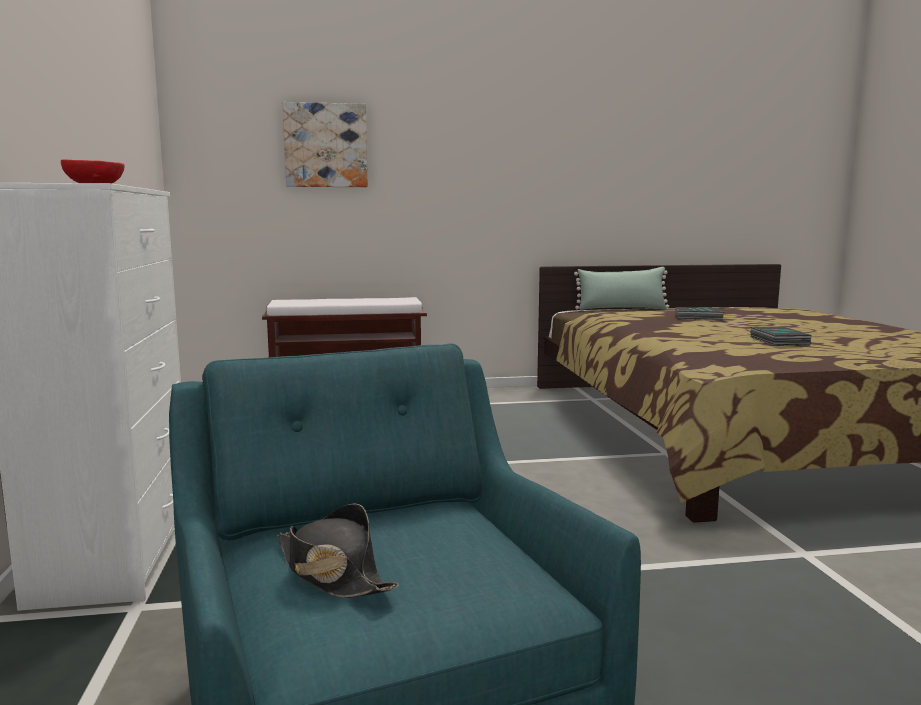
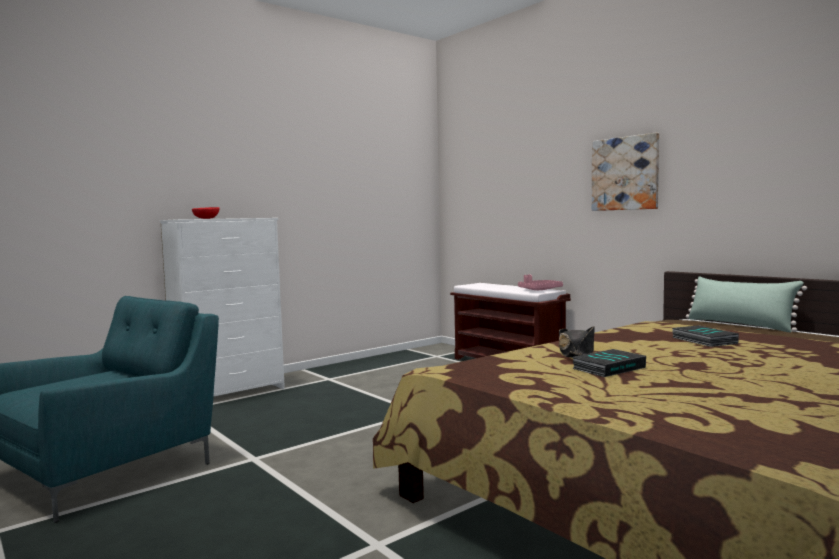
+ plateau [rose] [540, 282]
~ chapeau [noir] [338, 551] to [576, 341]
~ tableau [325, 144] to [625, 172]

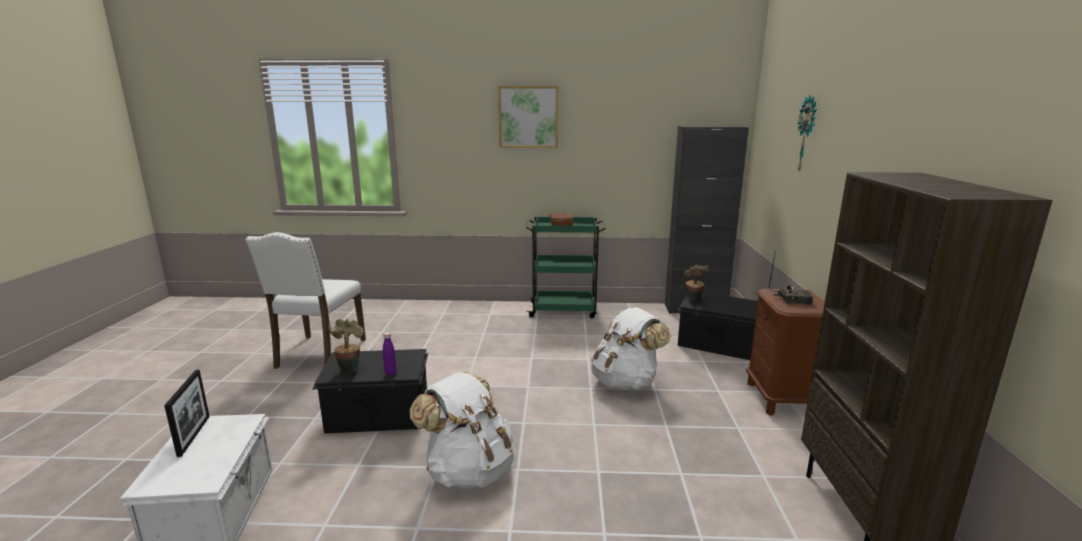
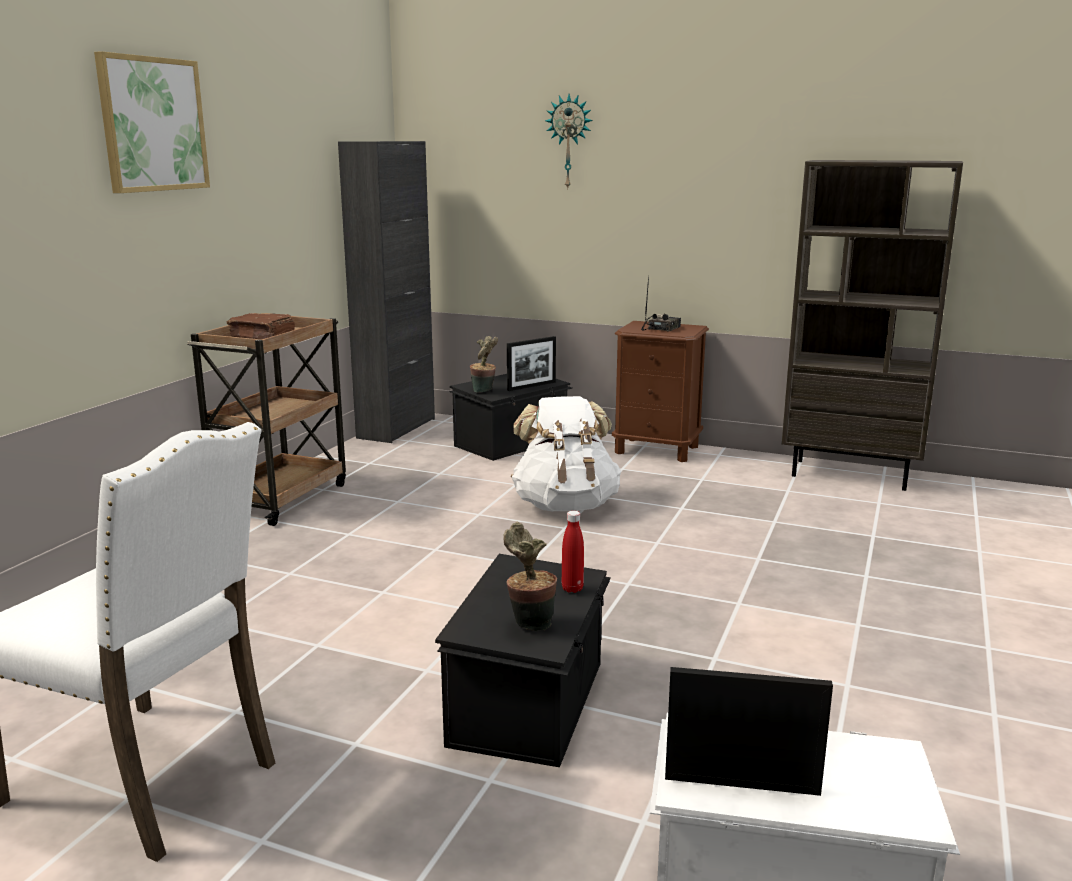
- sac à dos [blanc] [462, 430]
+ cadre photo [531, 363]
~ bouteille [violet] [389, 353] to bouteille [rouge] [573, 552]
~ chariot [vert] [565, 267] to chariot [marron] [266, 419]

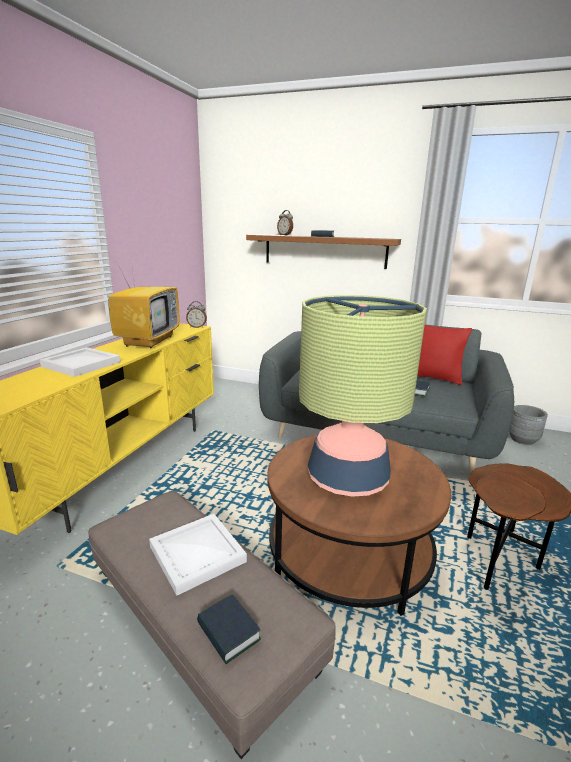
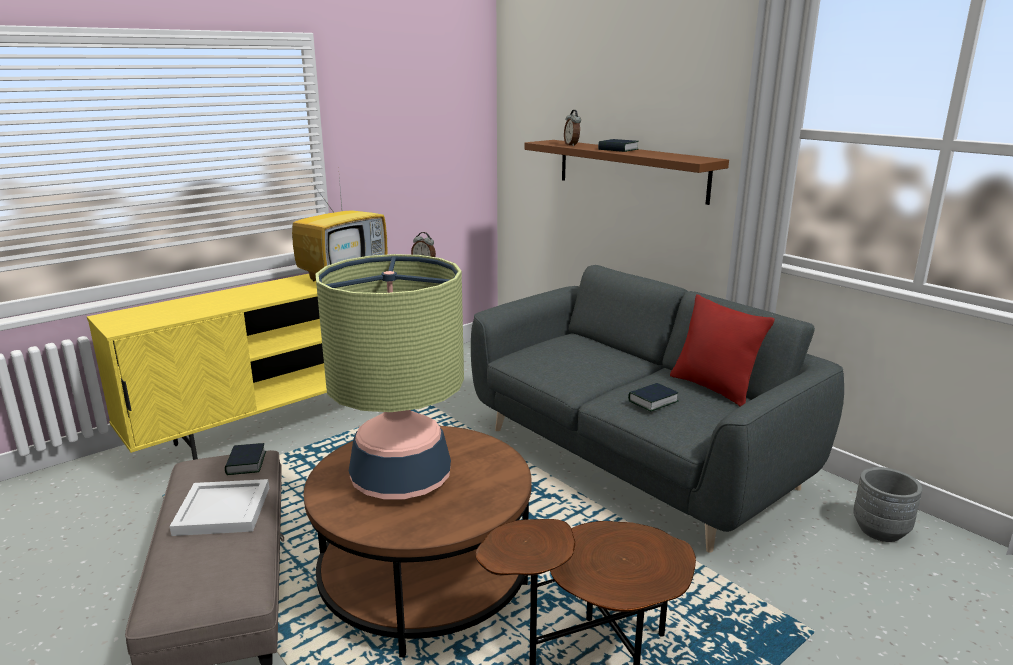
- plateau [blanc] [80, 362]
~ livre [229, 629] to [245, 459]

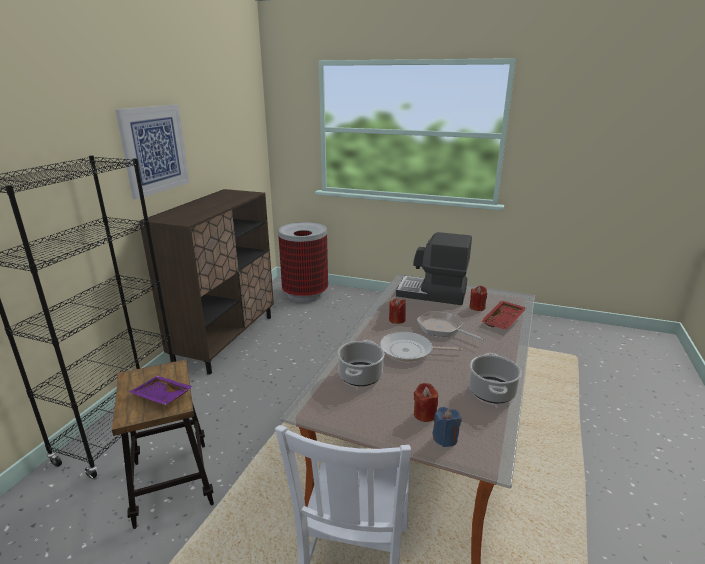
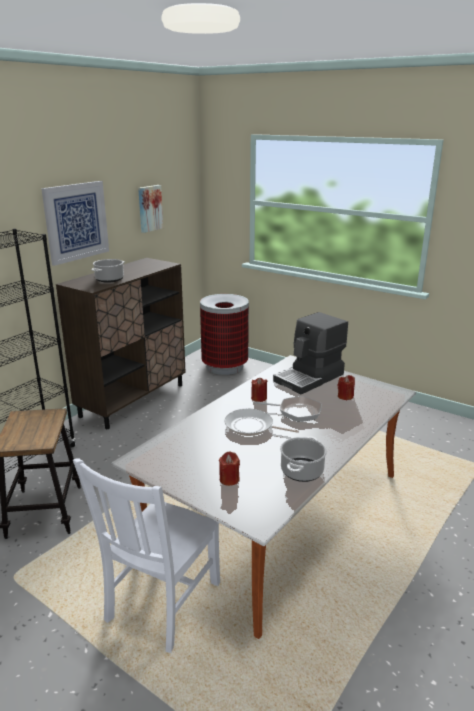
- plateau [violet] [161, 390]
- bougie [bleu] [447, 427]
- plateau [rouge] [503, 315]
+ tableau [150, 209]
~ marmite [361, 363] to [108, 271]
~ machine à café [434, 268] = [310, 353] 75 degrees counterclockwise
~ poêle [450, 326] = [288, 409] 135 degrees clockwise

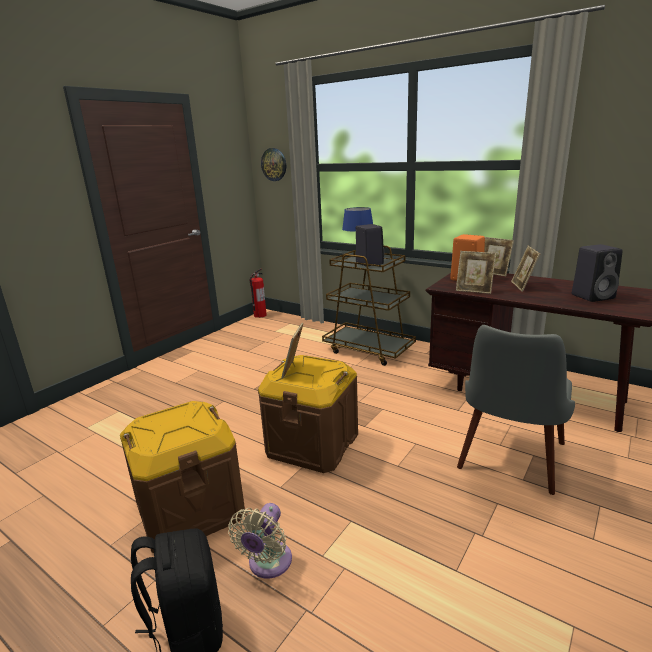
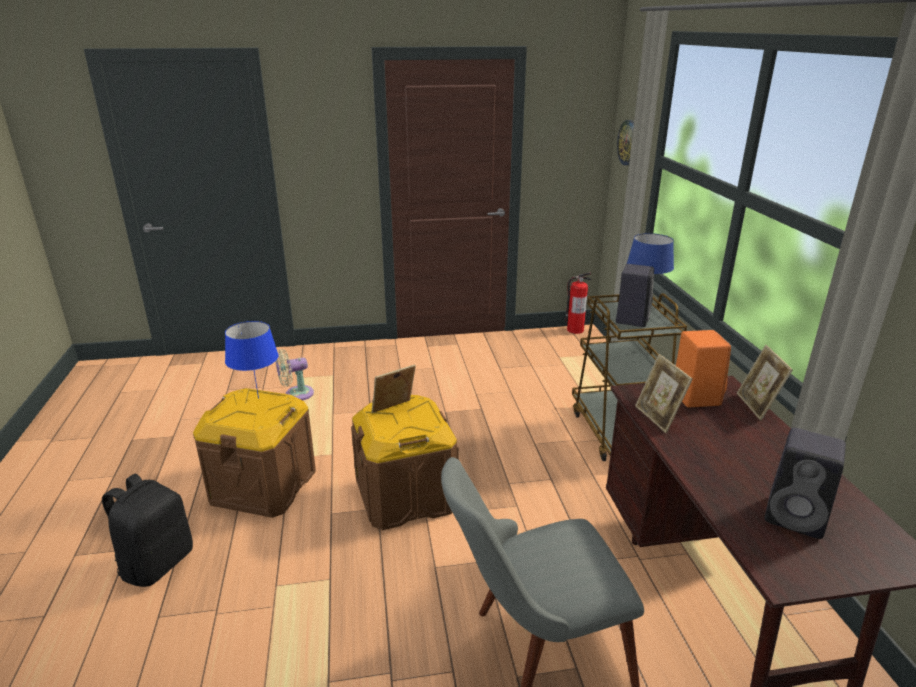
- cadre photo [525, 269]
+ lampe de table [bleu] [252, 360]
~ ventilateur [beige] [260, 541] to [294, 375]

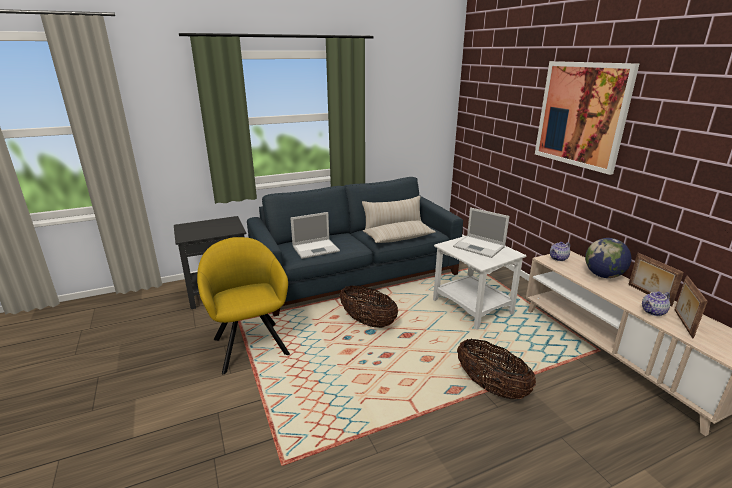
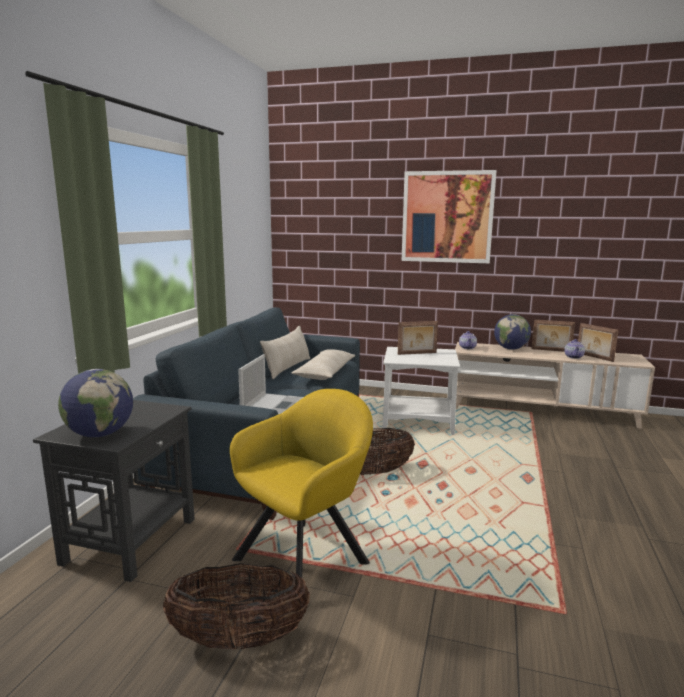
+ globe [95, 403]
~ panier [496, 369] to [236, 606]
~ ordinateur portable [481, 232] to cadre photo [418, 338]
~ fauteuil [jaune] [243, 305] = [301, 483] 120 degrees clockwise

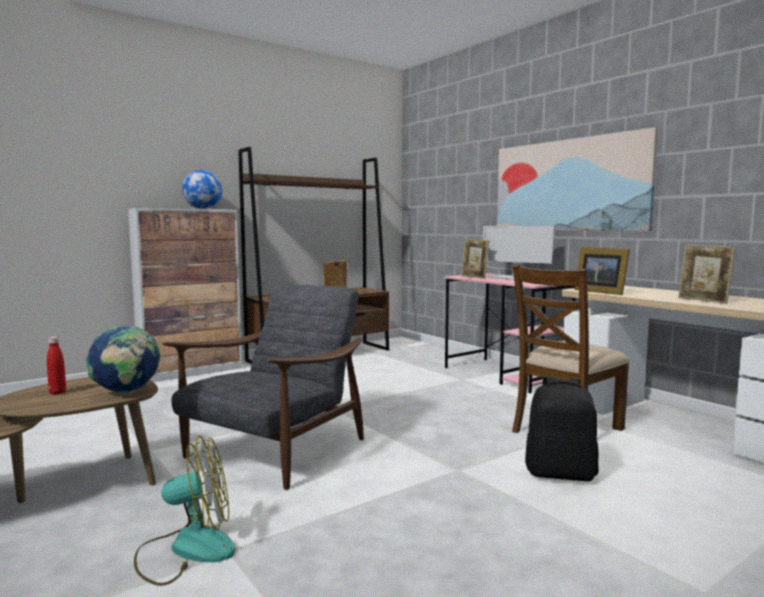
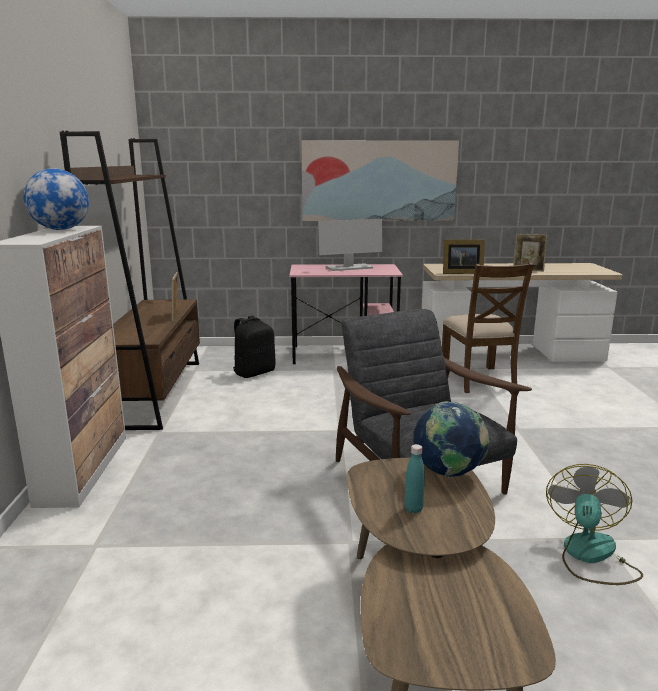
- cadre photo [475, 259]
~ sac à dos [noir] [562, 428] to [254, 347]
~ bouteille [rouge] [56, 366] to bouteille [turquoise] [414, 478]

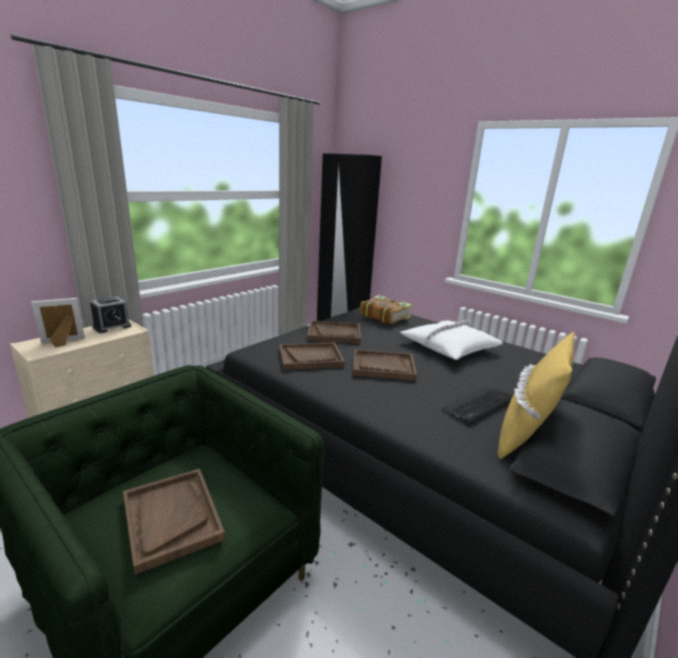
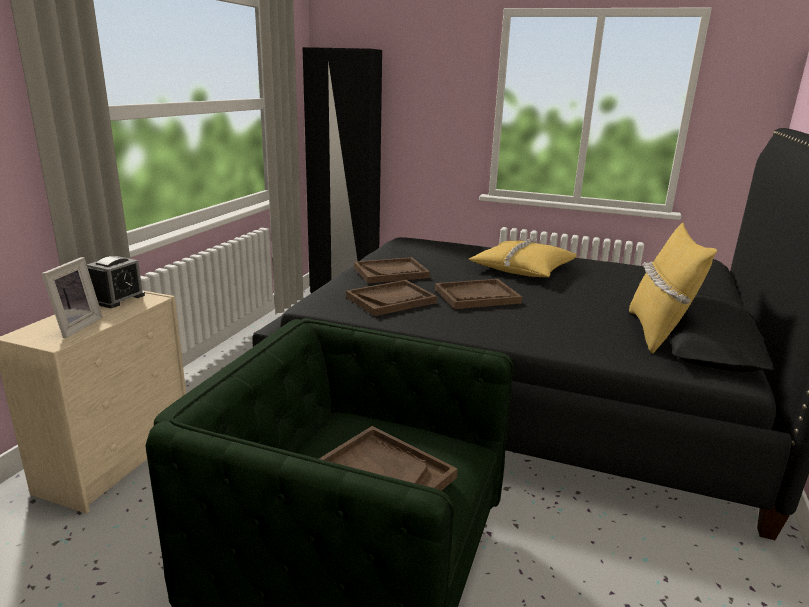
- livre [386, 309]
- clavier [477, 405]
~ coussin [blanc] [451, 340] to coussin [jaune] [523, 256]
~ cadre photo [58, 322] = [72, 297] 150 degrees clockwise

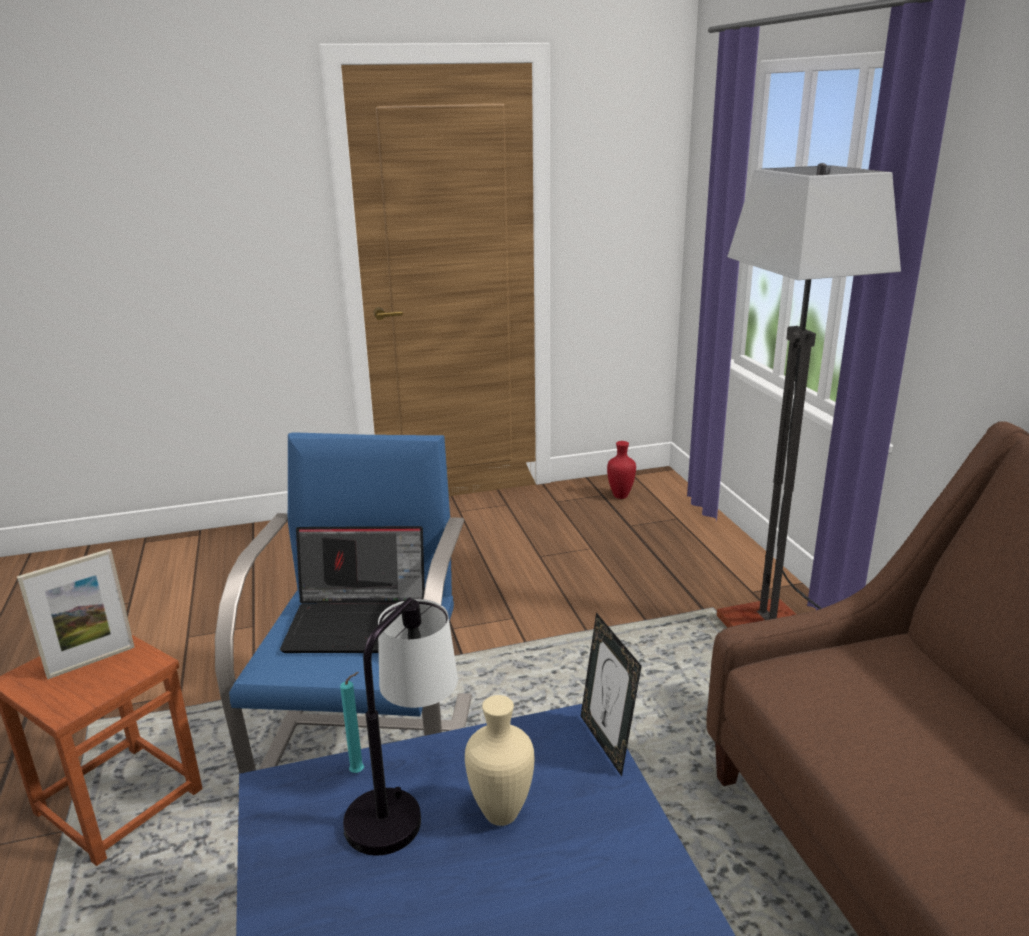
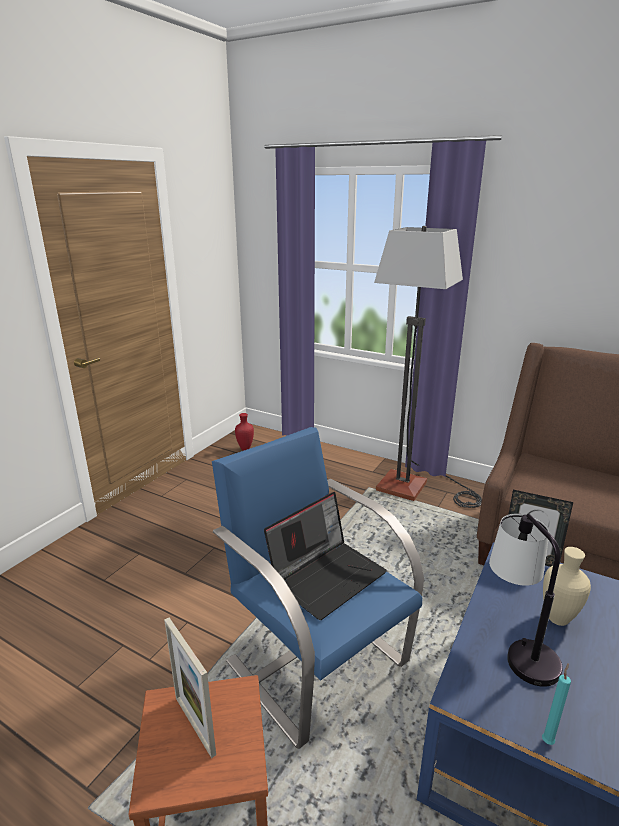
~ bougie [turquoise] [352, 722] to [556, 704]
~ cadre photo [76, 614] = [190, 688] 135 degrees clockwise

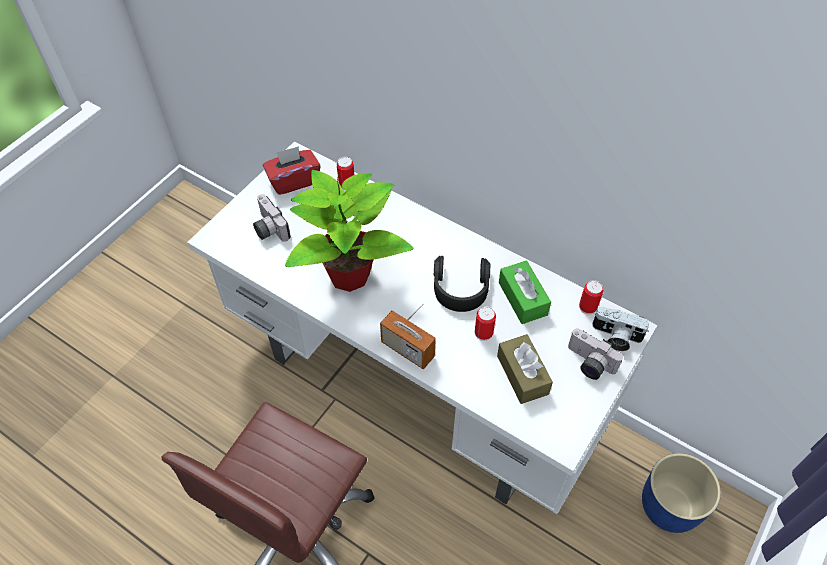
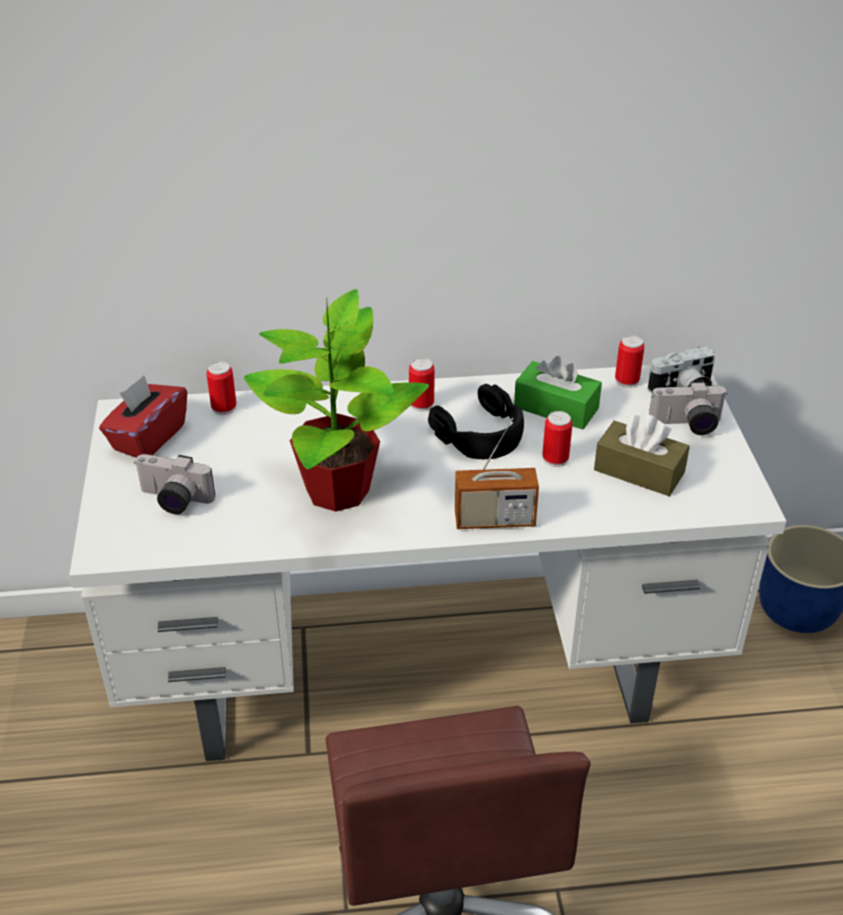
+ boîte métallique [422, 384]

